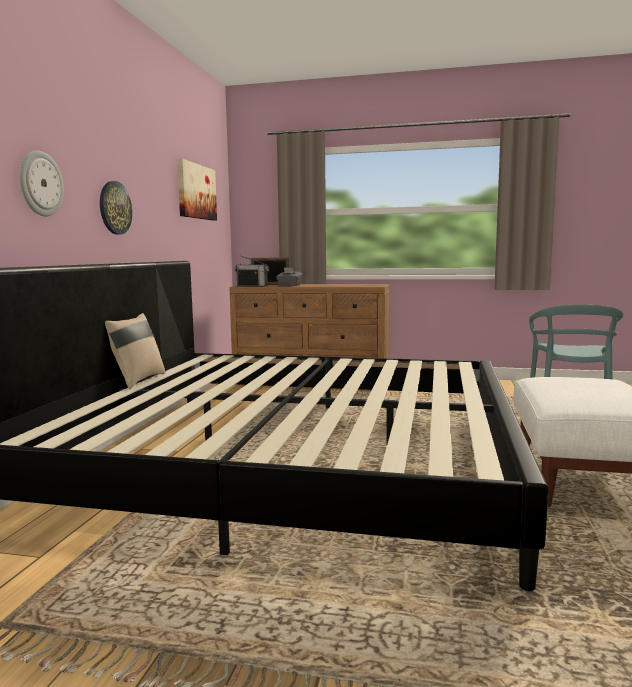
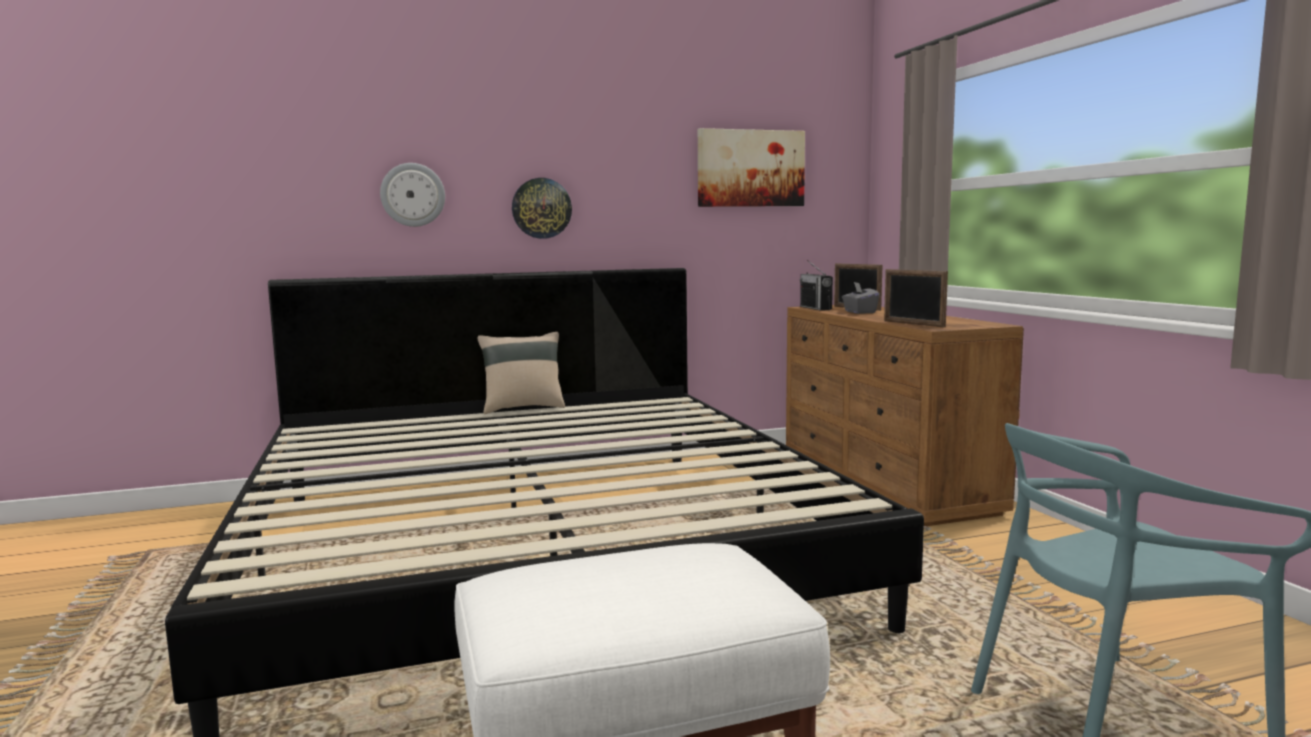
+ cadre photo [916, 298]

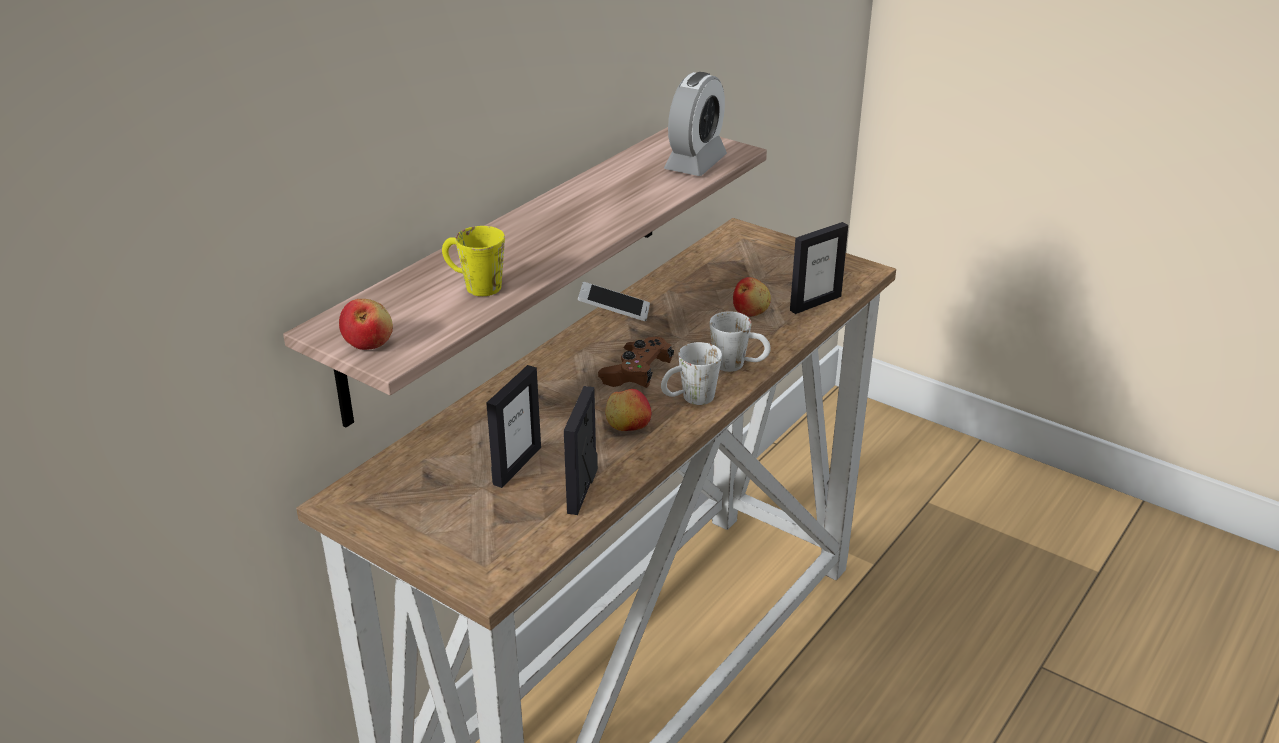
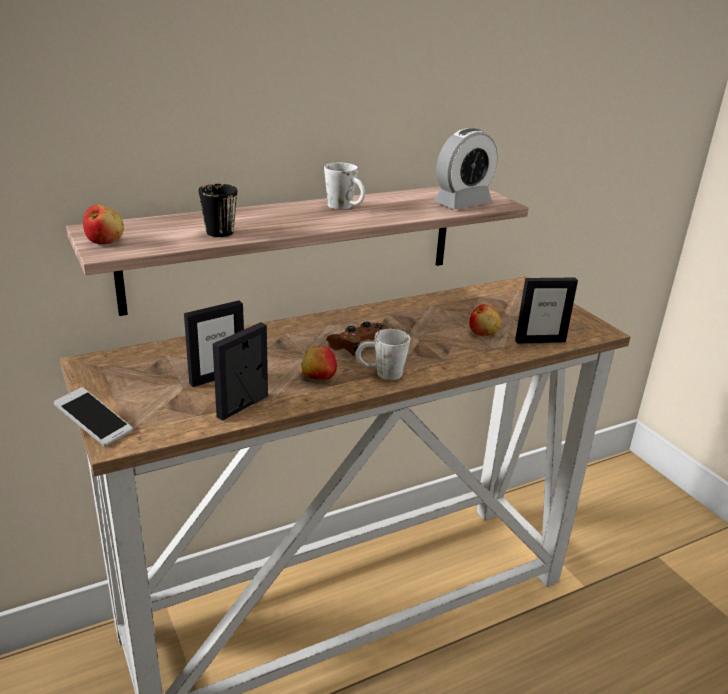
~ téléphone [614, 301] to [93, 417]
~ mug [blanc] [740, 341] to [344, 186]
~ mug [jaune] [473, 261] to mug [noir] [217, 210]

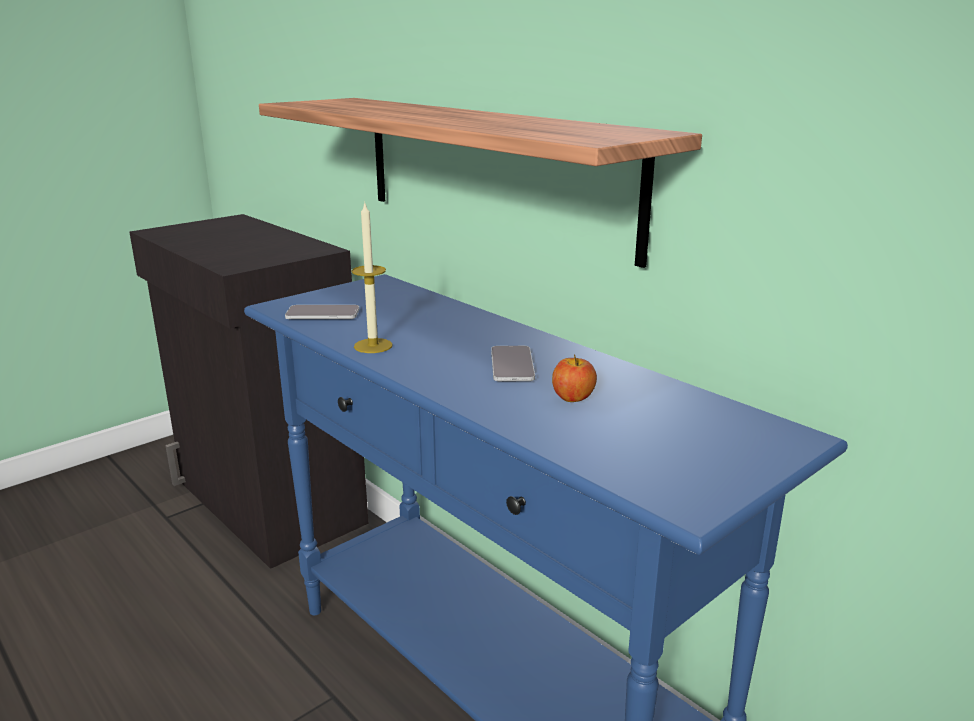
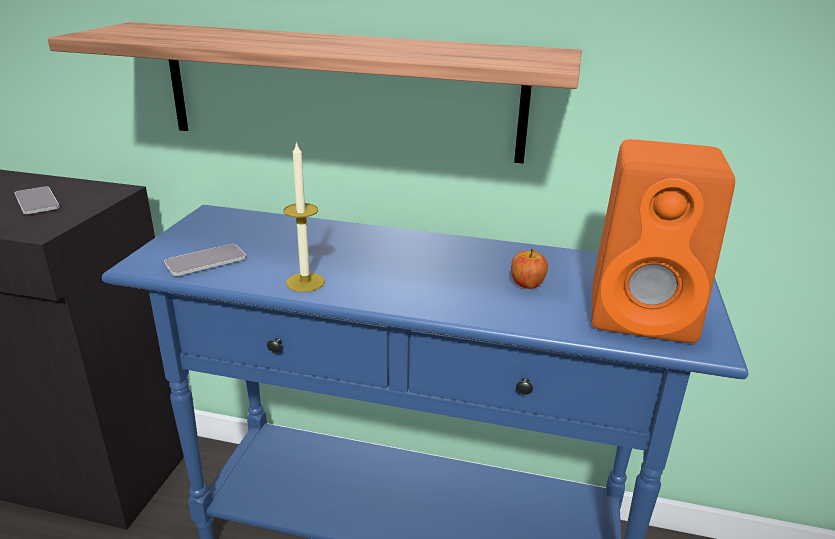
+ enceinte [orange] [663, 241]
~ téléphone [513, 364] to [37, 200]

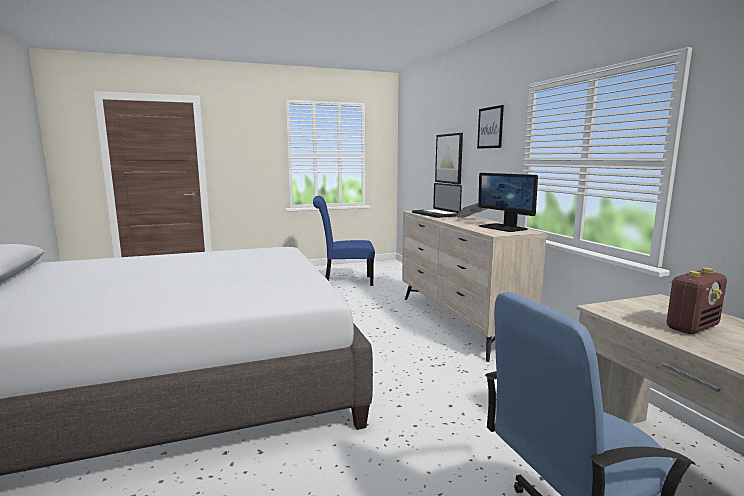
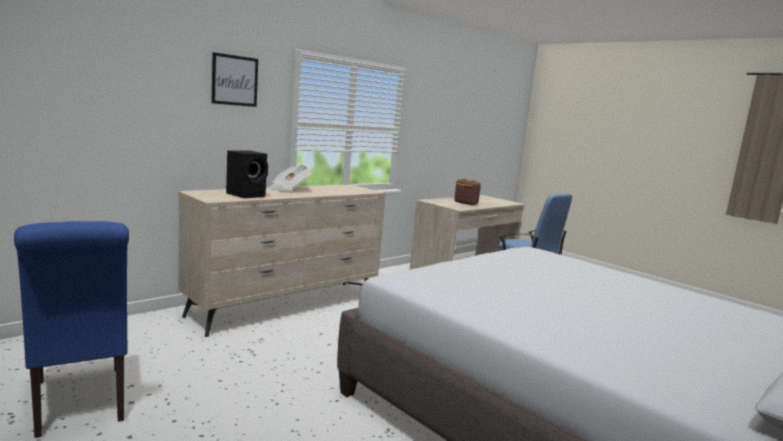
- tableau [449, 159]
- écran d'ordinateur [508, 202]
~ ordinateur portable [437, 200] to enceinte [noir] [247, 174]

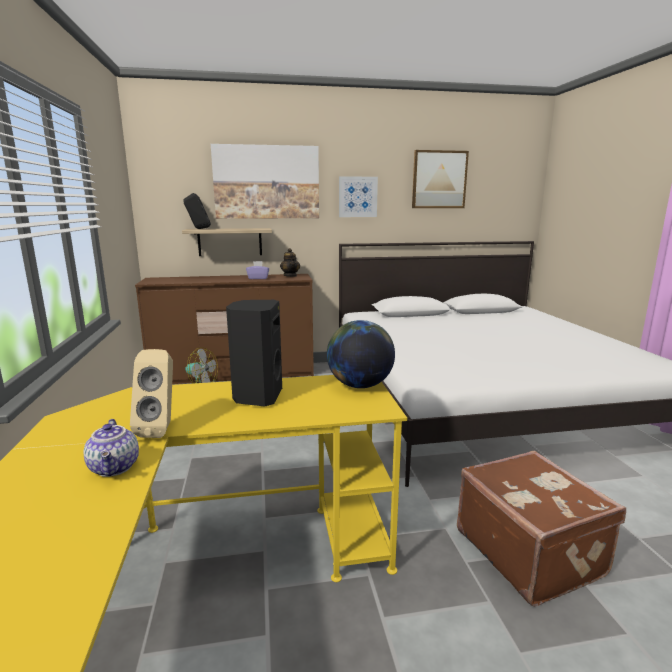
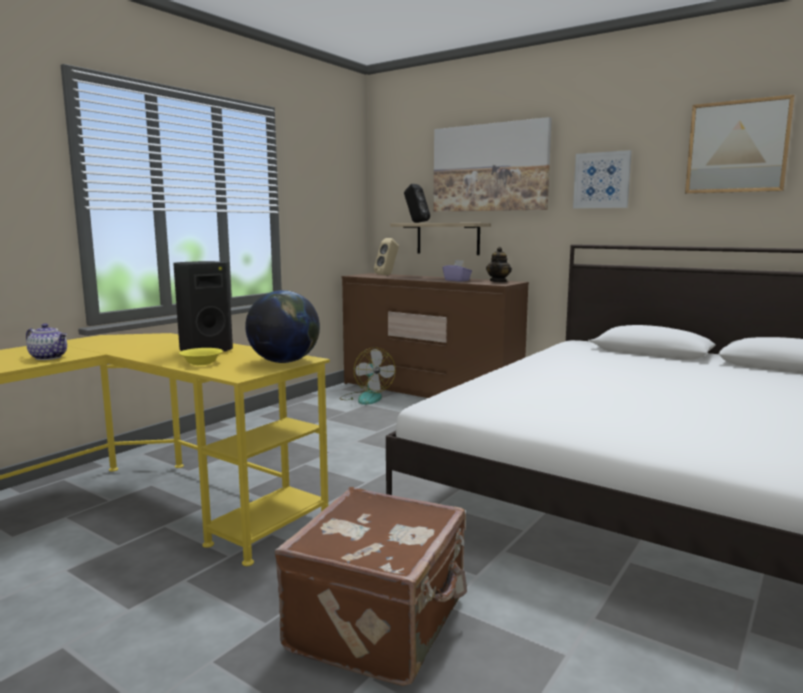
+ bol [jaune] [201, 356]
~ enceinte [beige] [151, 393] to [386, 257]
~ théière [111, 448] = [46, 341] 90 degrees counterclockwise

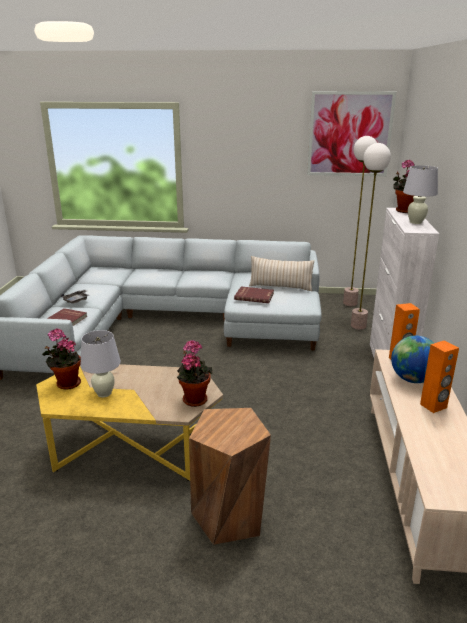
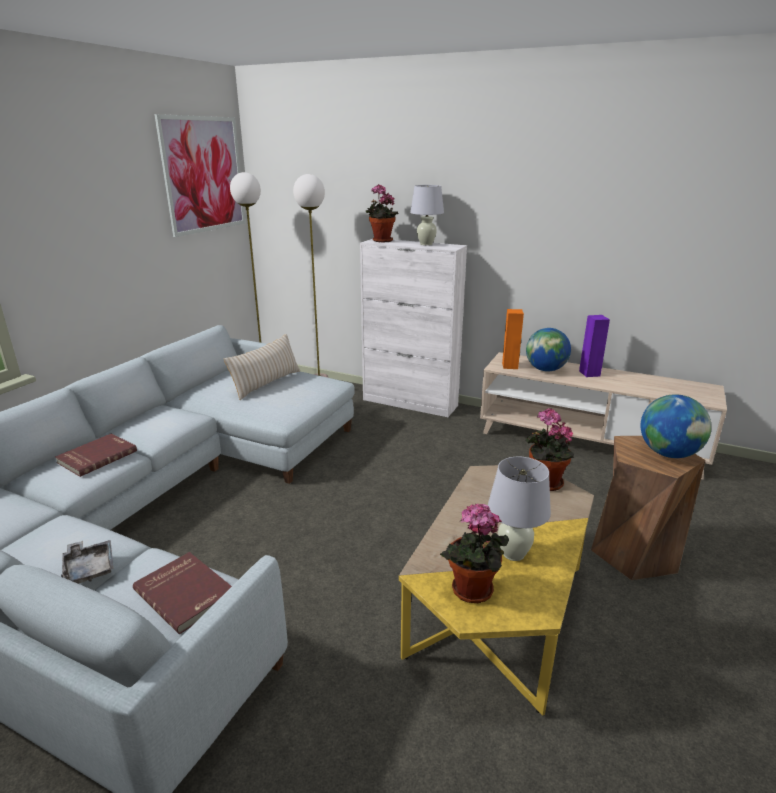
+ globe [676, 426]
~ livre [rouge] [254, 294] to [96, 455]
~ enceinte [orange] [439, 376] to enceinte [violet] [594, 346]

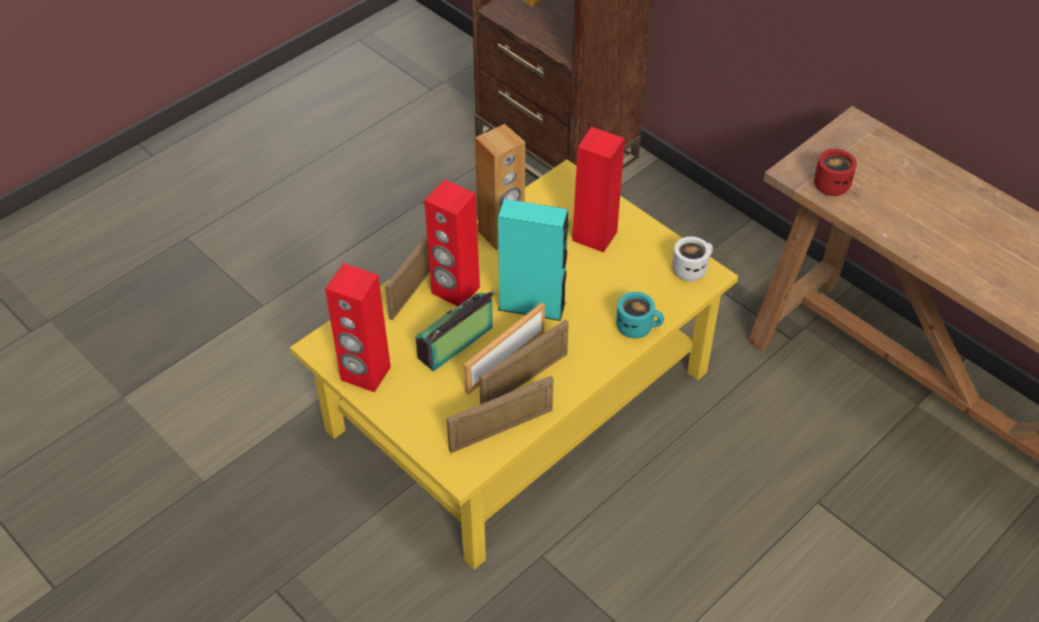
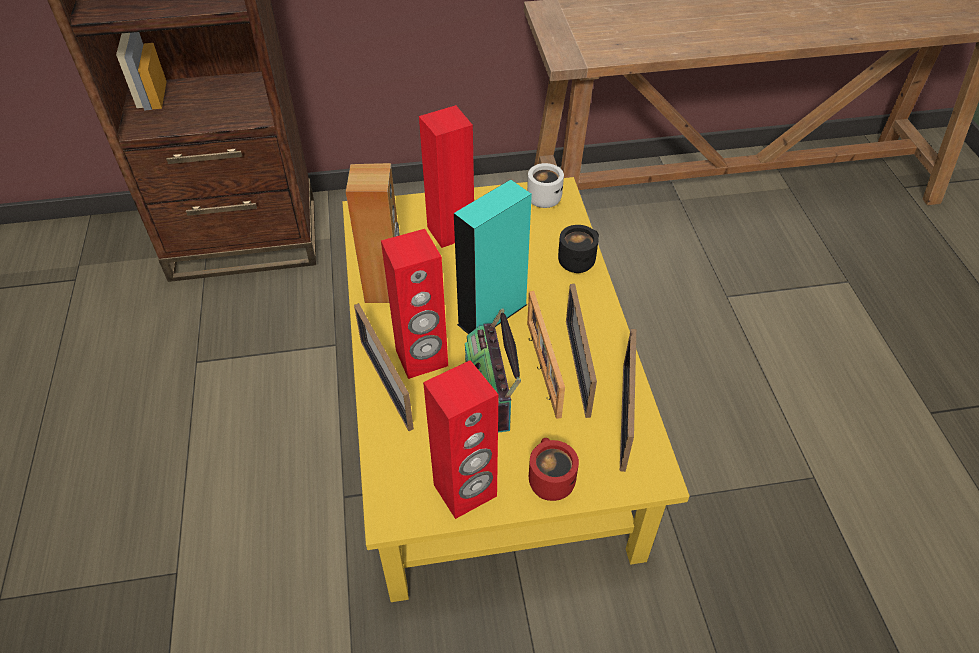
~ mug [rouge] [835, 172] to [554, 469]
~ mug [turquoise] [640, 315] to mug [noir] [578, 249]

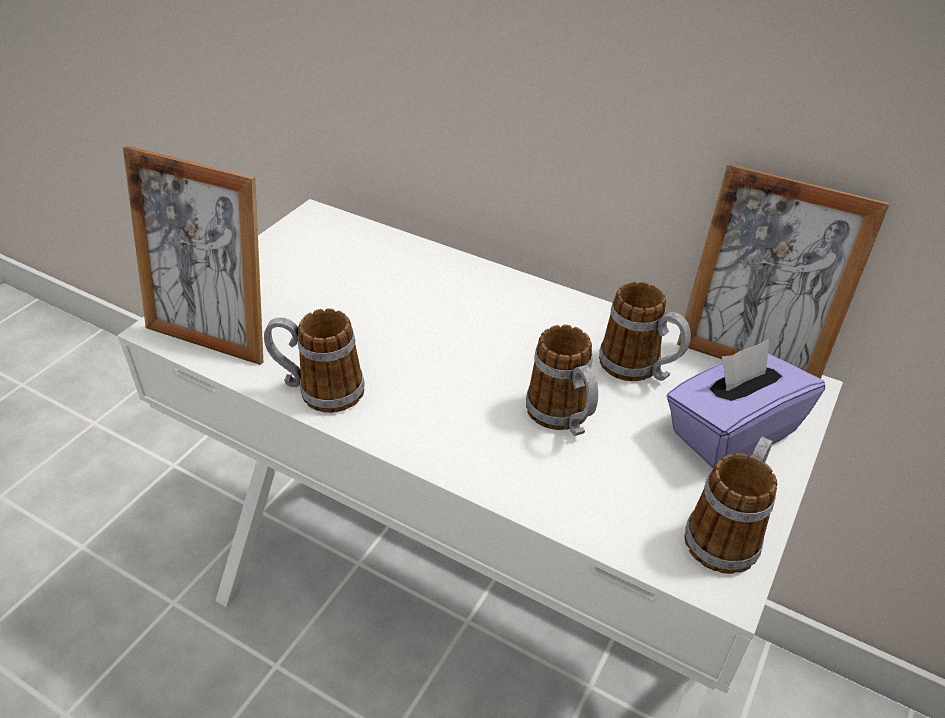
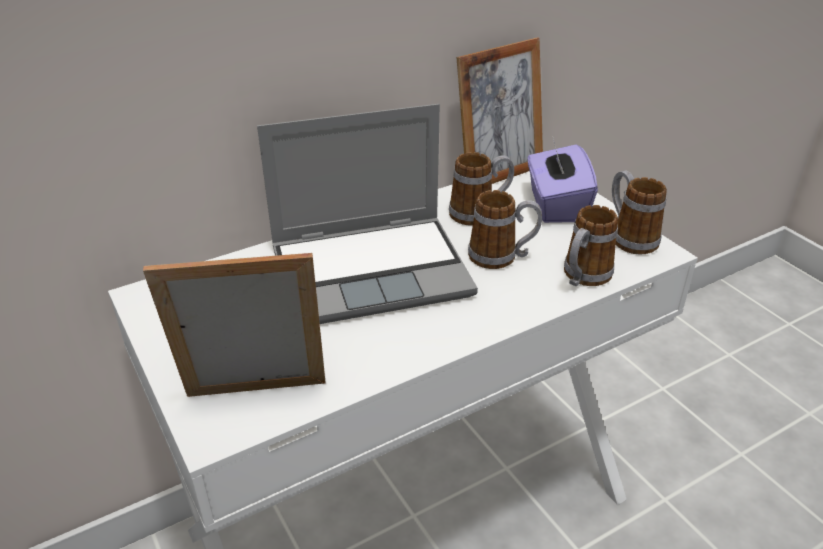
+ ordinateur portable [367, 214]
~ mug [314, 360] to [591, 246]
~ cadre photo [193, 255] = [234, 325] 150 degrees counterclockwise

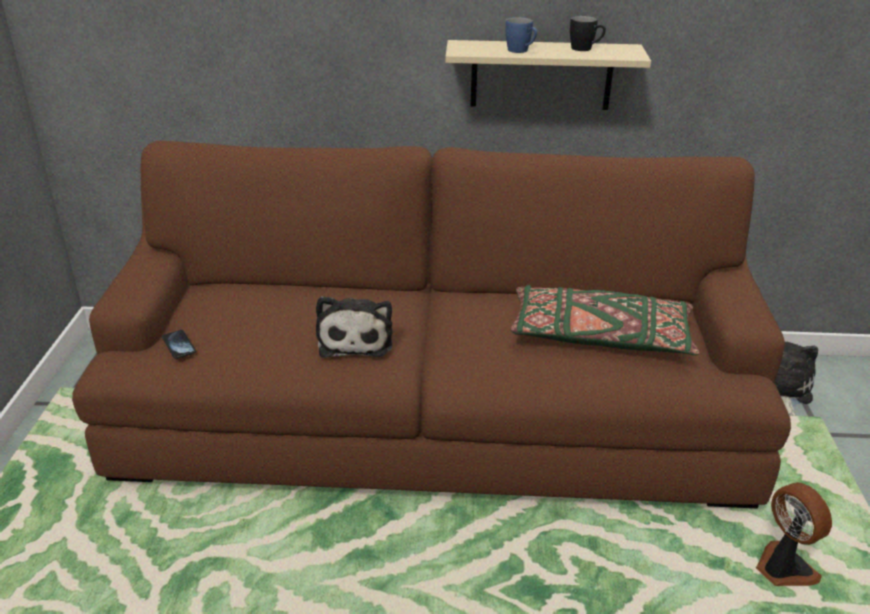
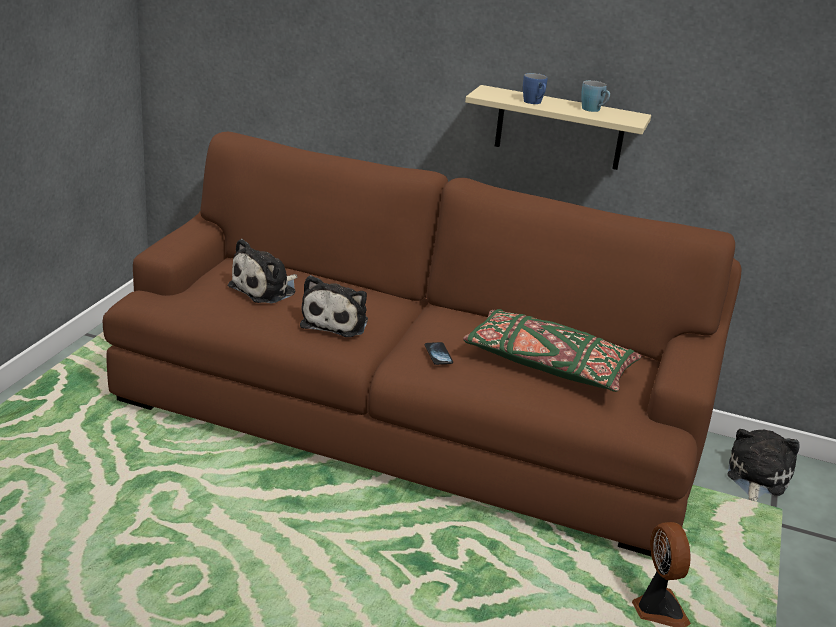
+ peluche [263, 271]
~ téléphone [179, 344] to [439, 353]
~ mug [noir] [588, 33] to mug [bleu] [595, 96]

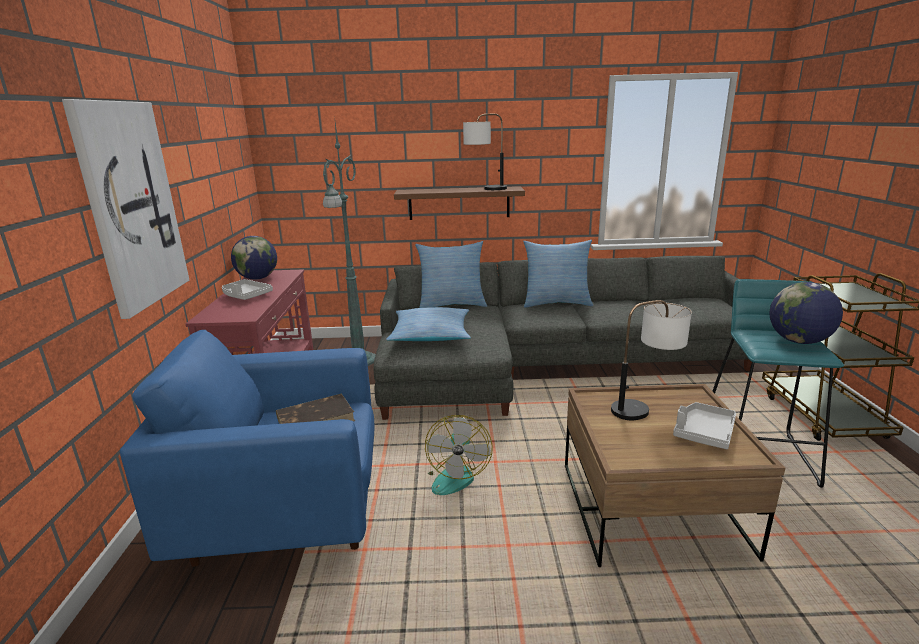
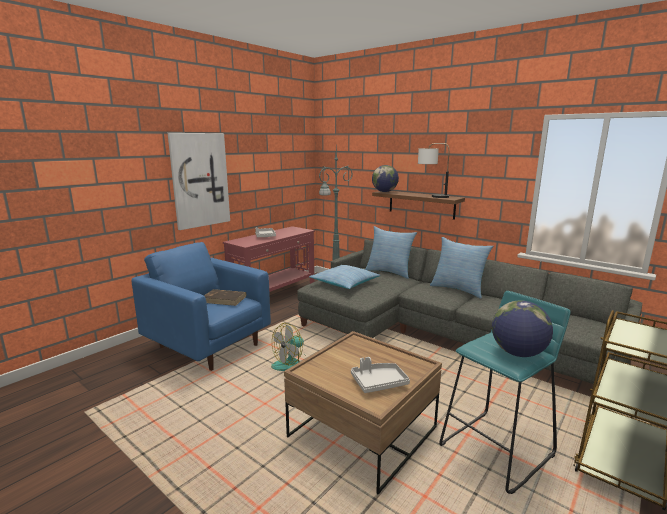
- lampe de table [651, 360]
~ globe [254, 258] to [385, 178]

